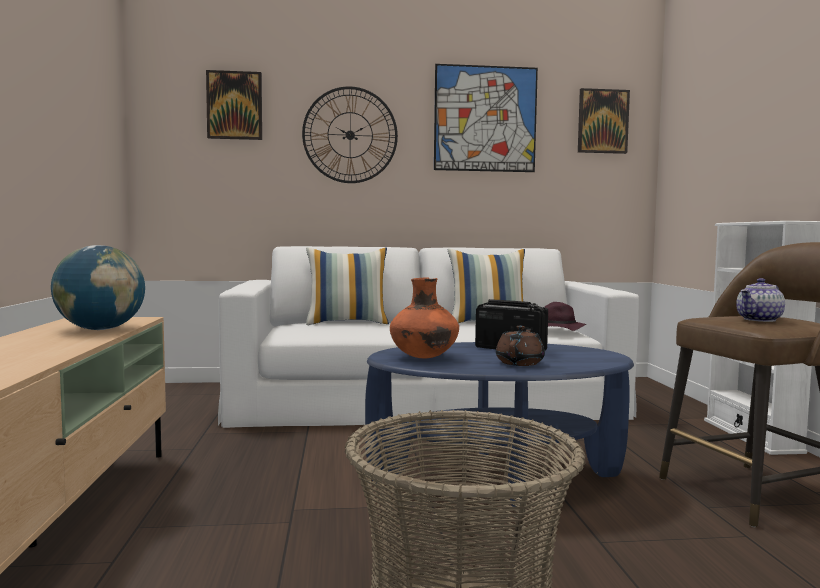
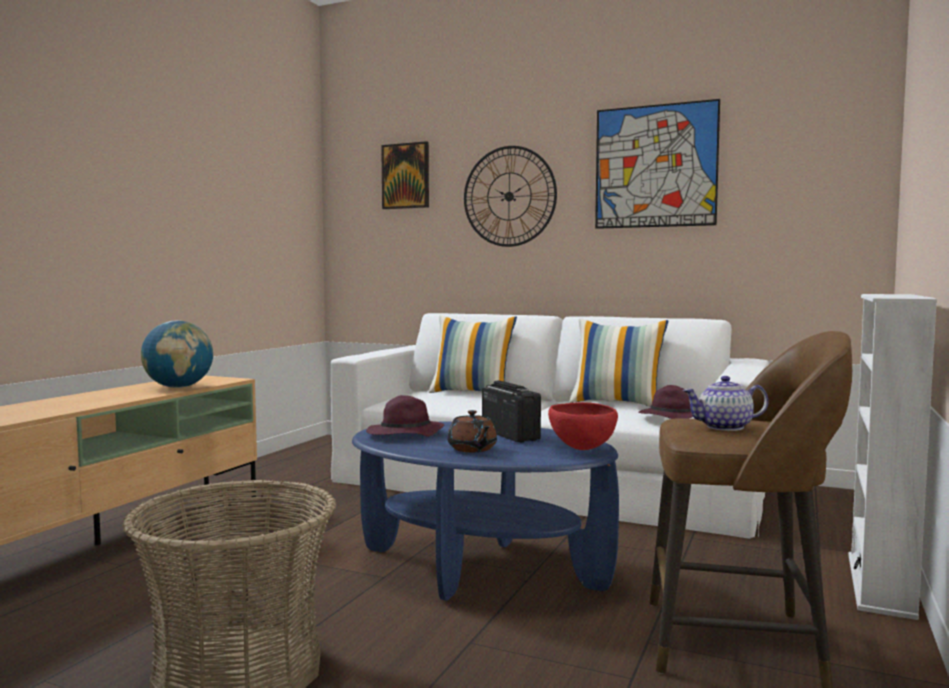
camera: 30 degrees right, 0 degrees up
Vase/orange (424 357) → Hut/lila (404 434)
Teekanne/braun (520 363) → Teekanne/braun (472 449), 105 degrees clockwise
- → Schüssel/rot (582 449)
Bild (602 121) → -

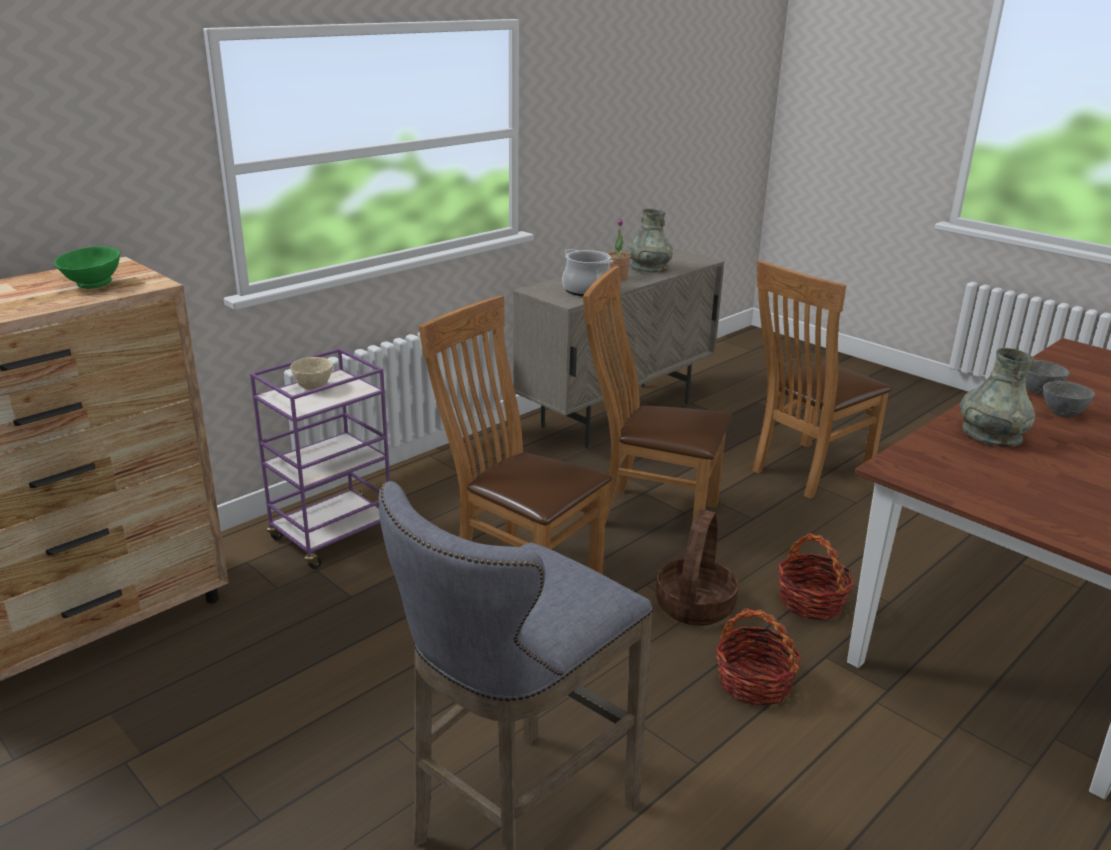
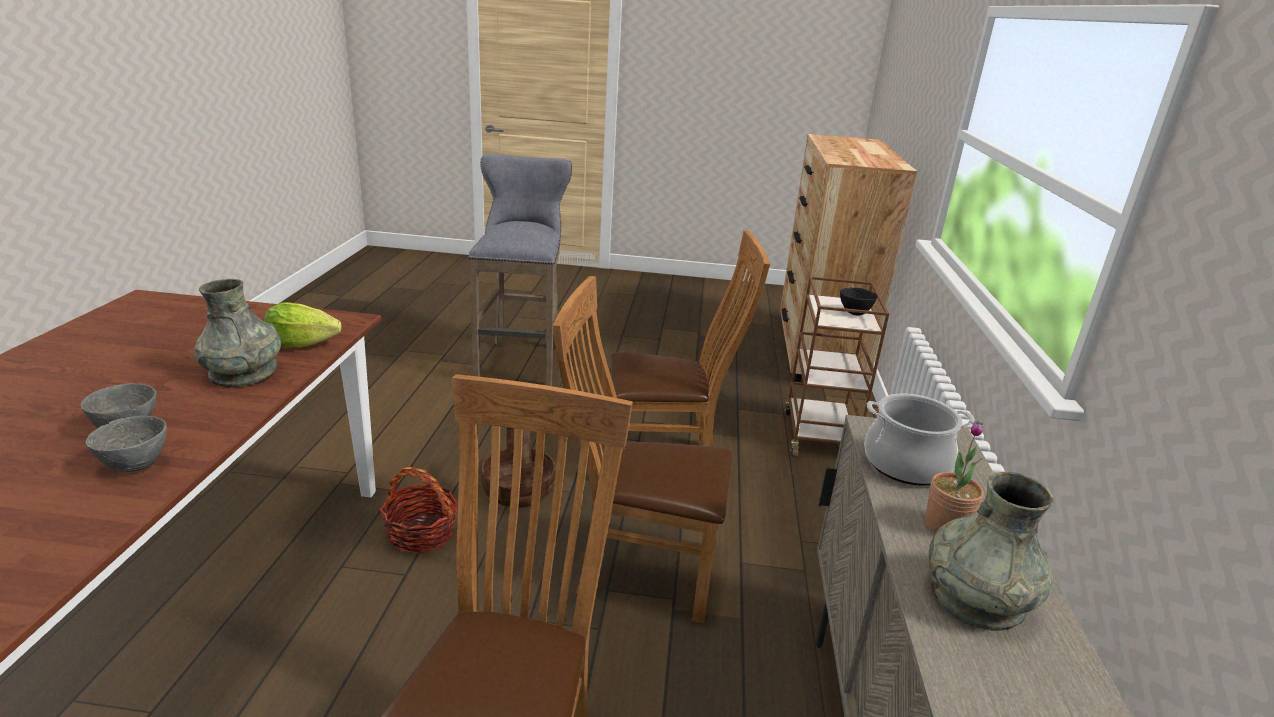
camera: 140 degrees right, 0 degrees up
- → Salatkopf (301 344)
Stuhl/braun (650 514) → Stuhl/braun (638 569), 150 degrees counterclockwise
Rollwagen/lila (334 537) → Rollwagen/braun (818 435)
Schüssel/beige (314 387) → Schüssel/schwarz (854 313)
Schüssel/grün (92 284) → -
Korb (754 683) → -

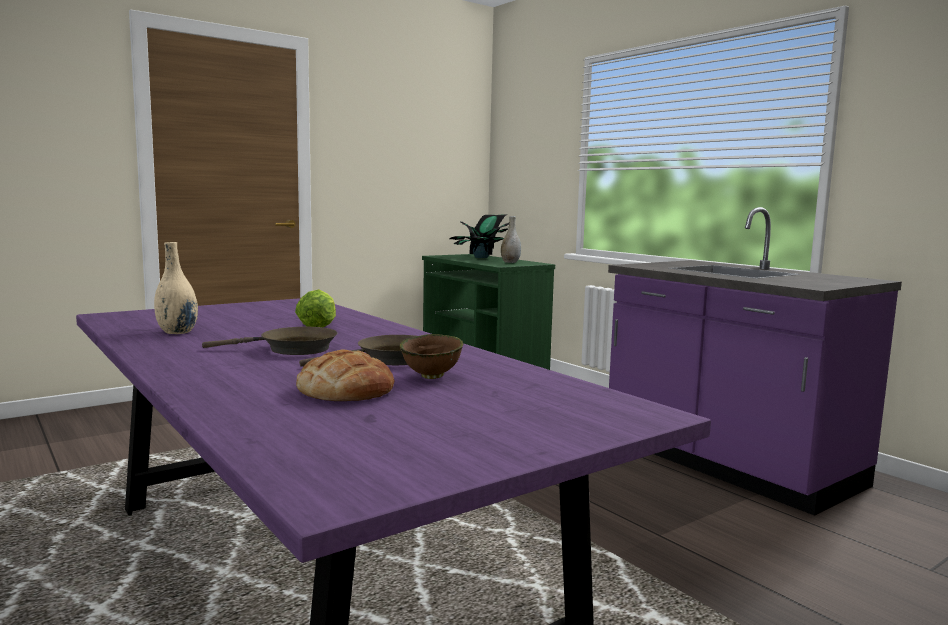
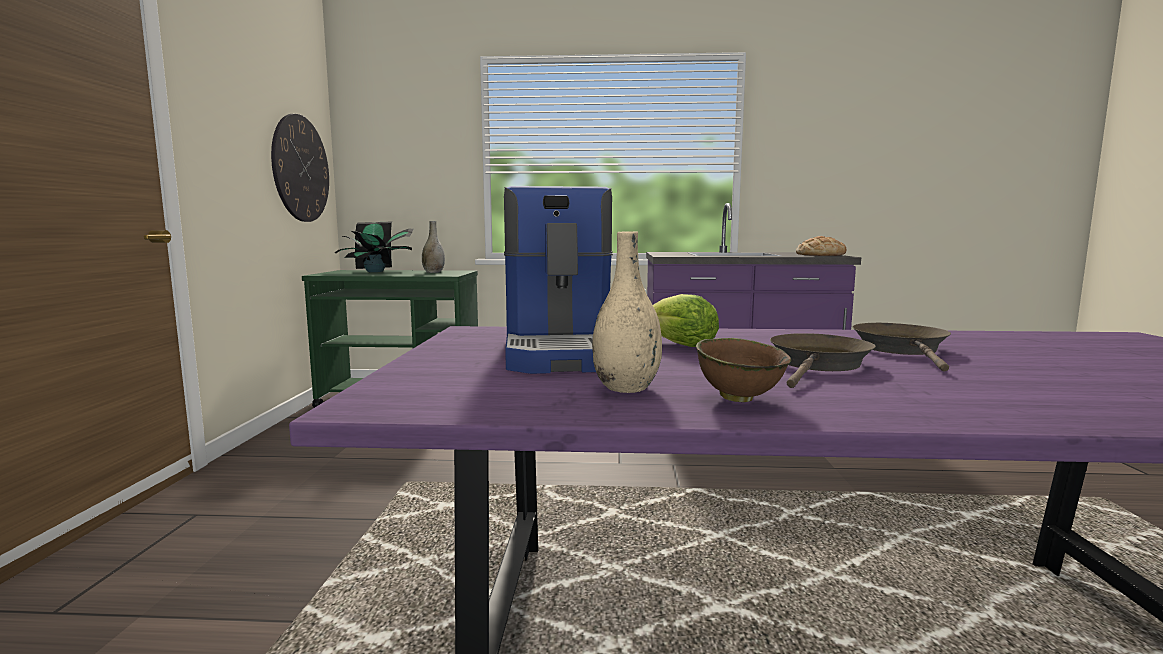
camera: 50 degrees left, 0 degrees up
- → Wanduhr (301 169)
- → Kaffeemaschine (561 351)
Schüssel/braun (432 377) → Schüssel/braun (740 398), moved
Brot (346 390) → Brot (820 255), moved

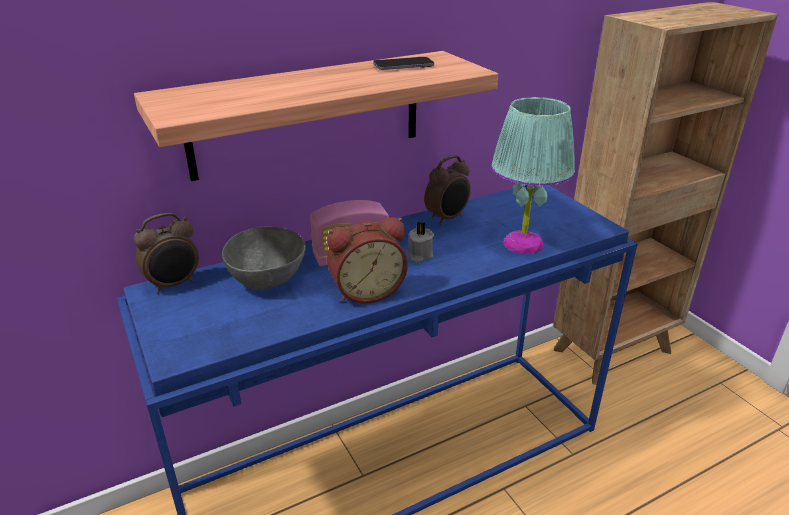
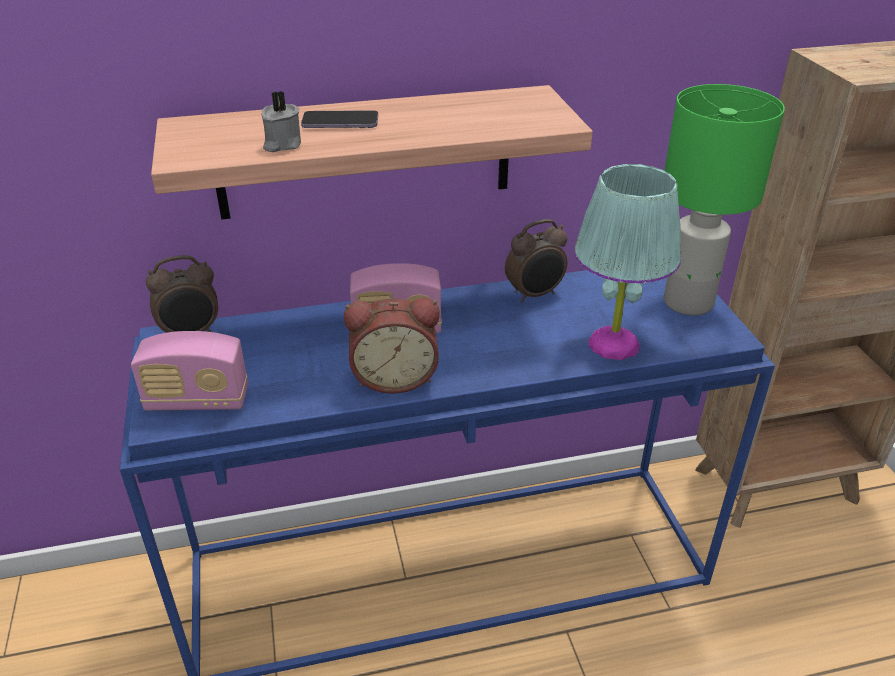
camera: 15 degrees right, 5 degrees up
- → Radio (197 401)
Kerze/grau (419 255) → Kerze/grau (281 144), moved
Handy (403 66) → Handy (340 122), moved
- → Tischlampe/grün (688 302)
Schüssel/grau (268 278) → -

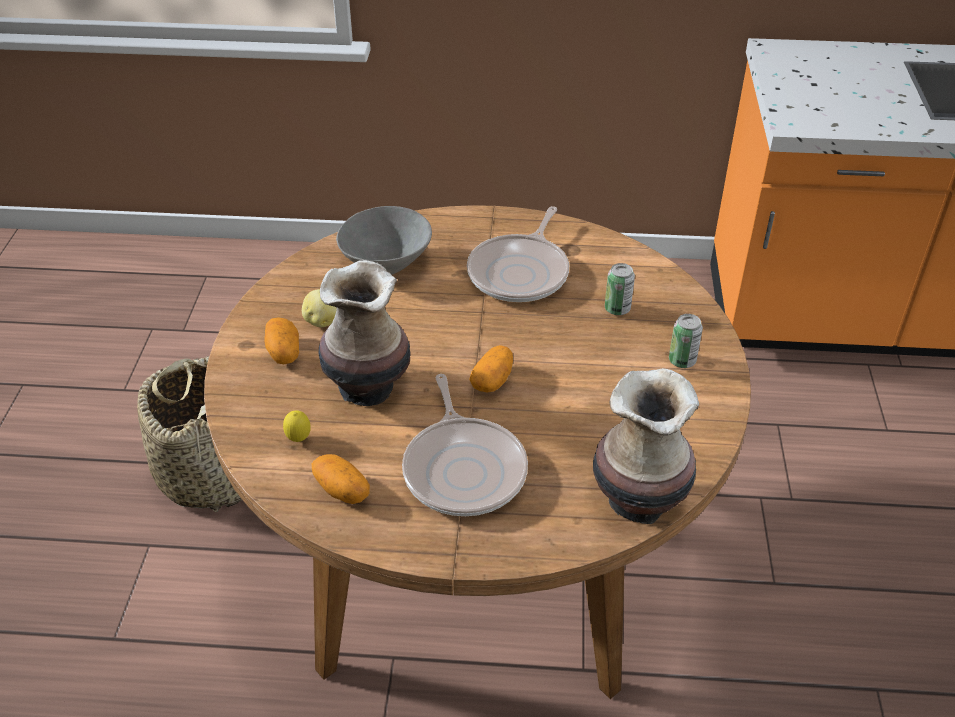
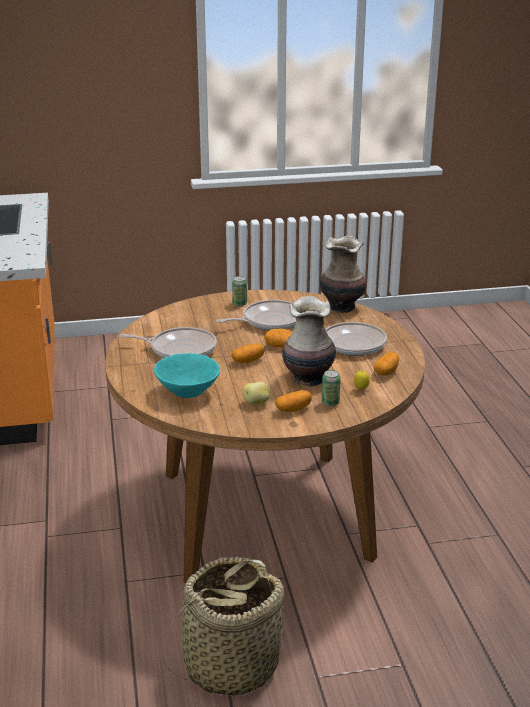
camera: 105 degrees left, 15 degrees down
Schüssel/grau (385 264) → Schüssel/türkis (188 392)
- → Pfanne (270 321)
- → Kartoffel (248 361)
Dose (617 309) → Dose (330 403), moved

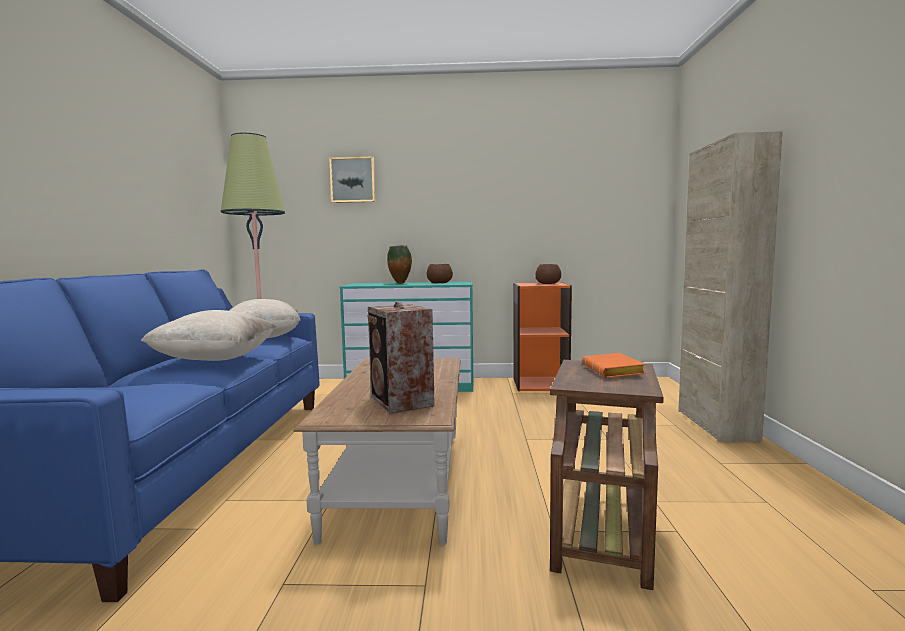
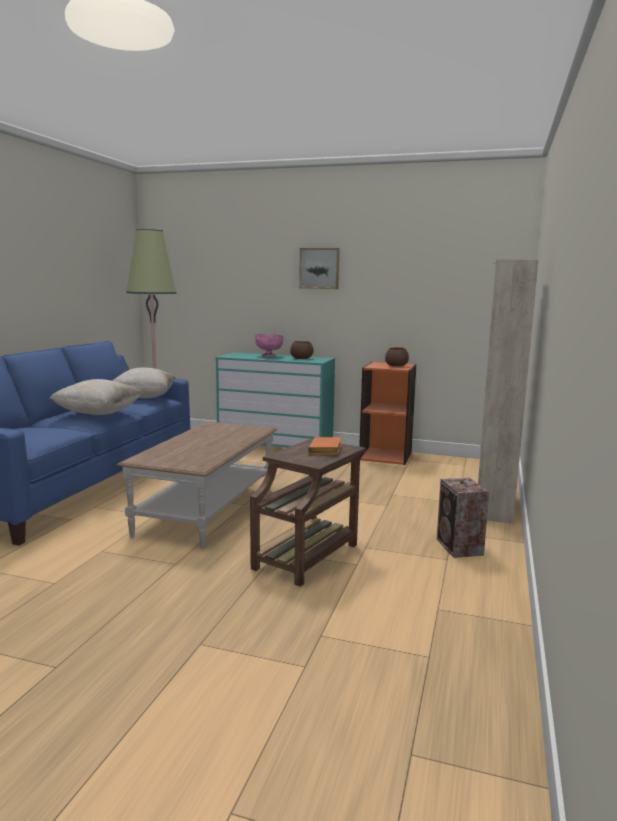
camera: 15 degrees right, 5 degrees up
Vase (400 283) → Schüssel/rosa (269 356)
Bild (353 180) → Bild (319 268), moved
Lautsprecher (401 402) → Lautsprecher (459 548), moved

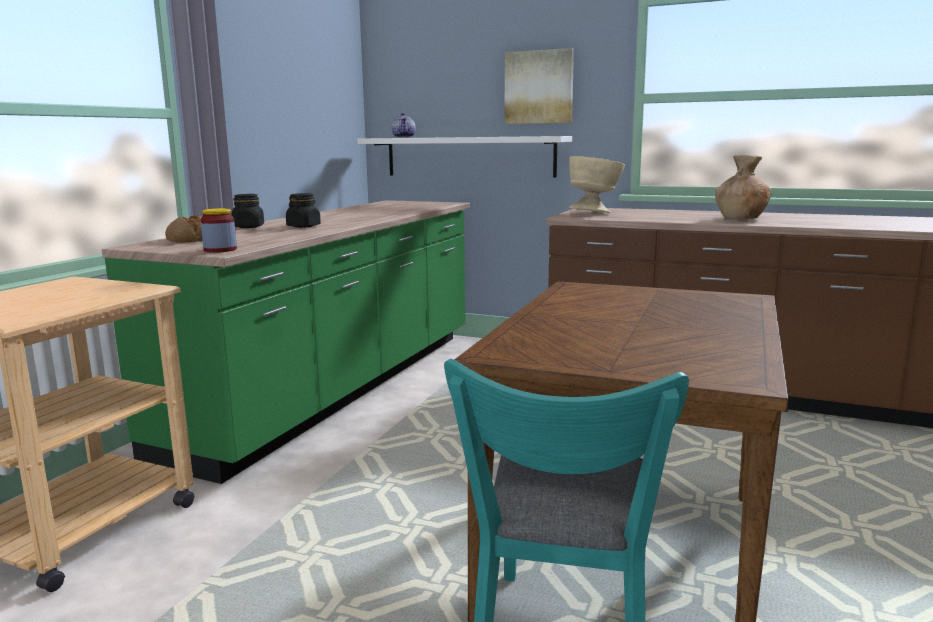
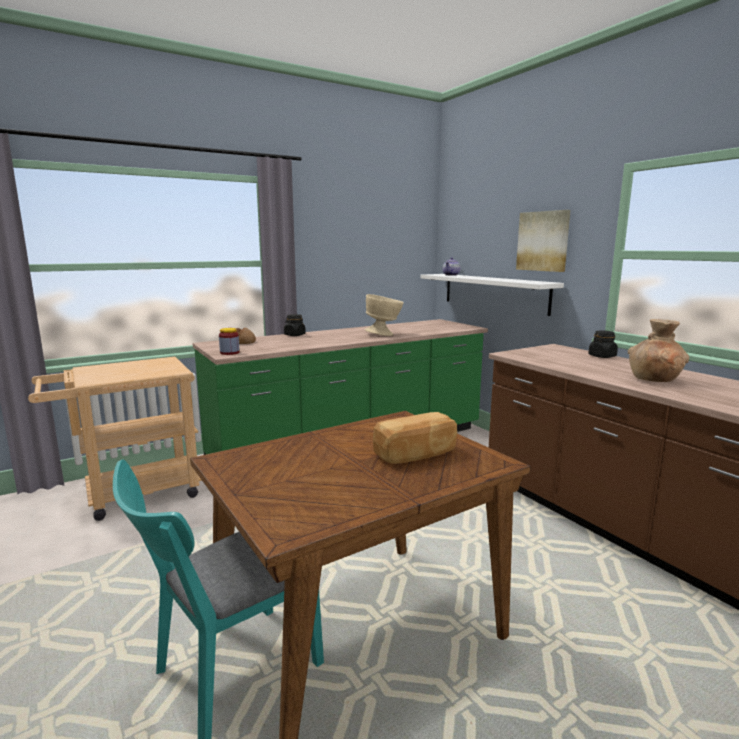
camera: 35 degrees right, 0 degrees up
Schüssel/beige (595 213) → Schüssel/beige (384 334), moved
- → Brot (416 454)
Vorratsglas/schwarz (303 226) → Vorratsglas/schwarz (602 356), moved

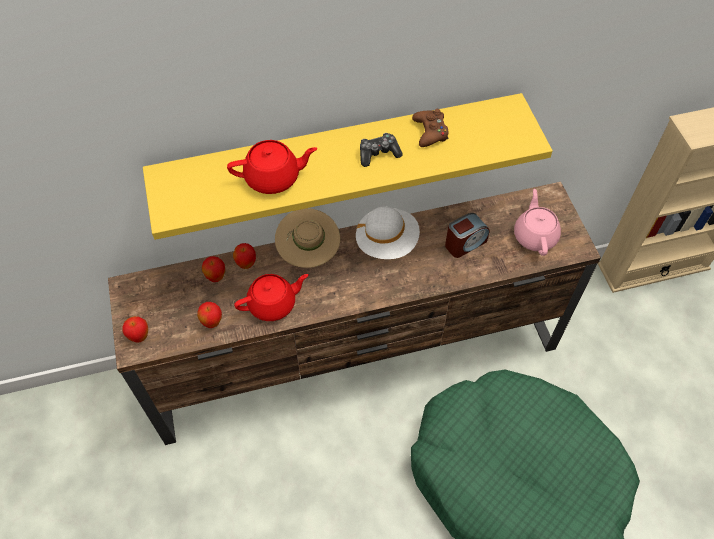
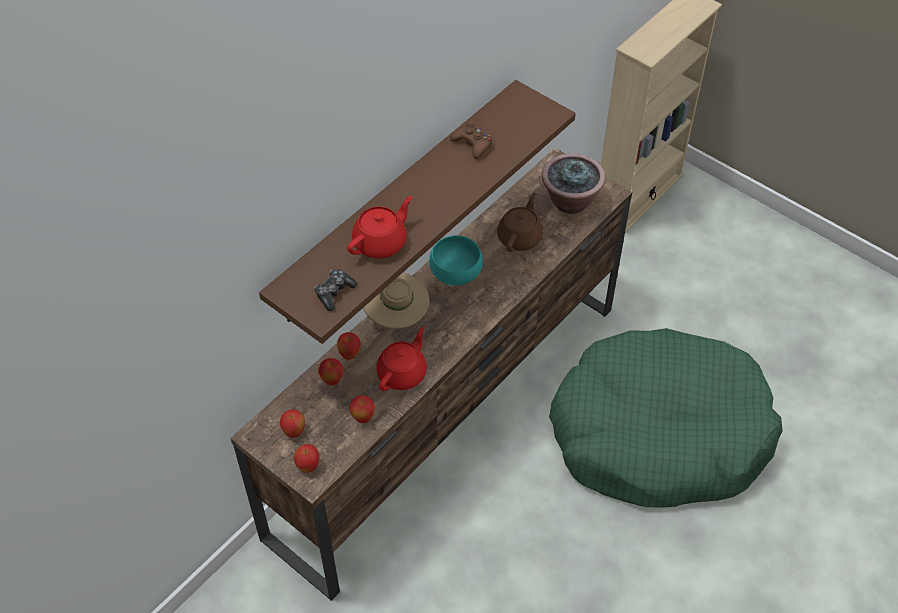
camera: 35 degrees left, 5 degrees down
Wandregal/gelb (339 152) → Wandregal/braun (398 201)
- → Apfel (294 432)
Gamepad (378 154) → Gamepad (334 293), moved
Hut/weiß (387 242) → Schüssel/türkis (455 270)
Wecker (465 243) → Teekanne/braun (520 237)
Teekanne/rosa (535 236) → Topfpflanze (570 201)

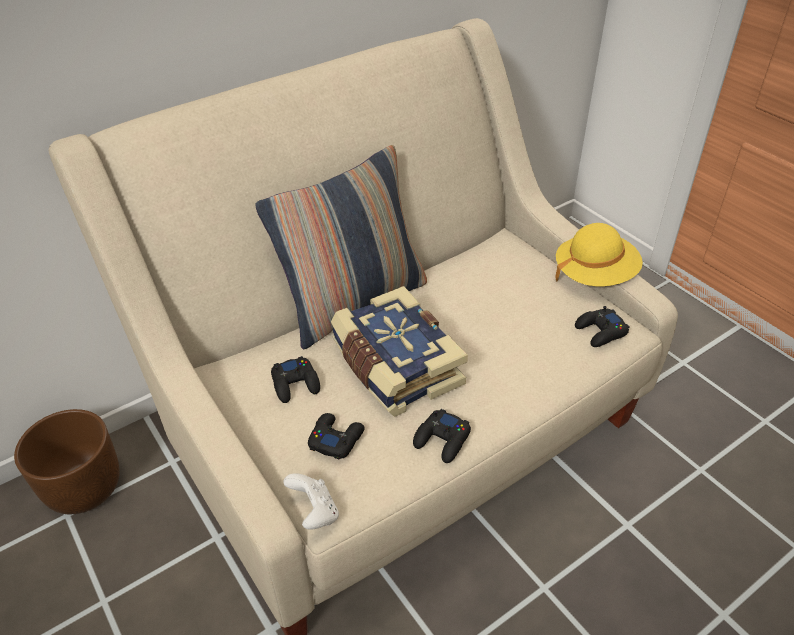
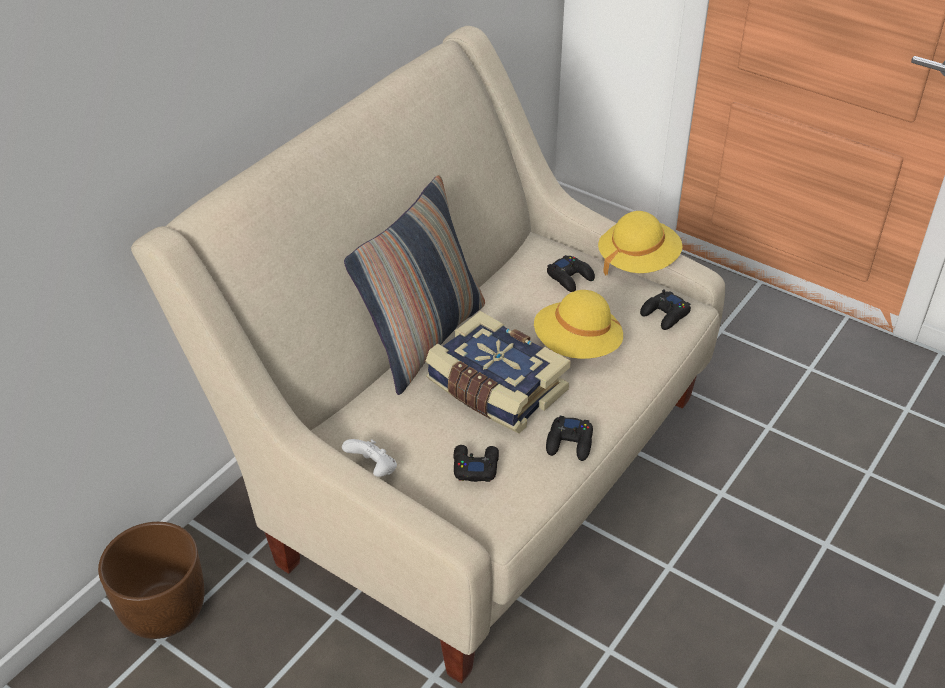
camera: 20 degrees left, 0 degrees up
Gamepad/weiß (315 512) → Gamepad/weiß (373 469), moved
- → Hut/gelb (577 346)
Gamepad/schwarz (296 384) → Gamepad/schwarz (570 277), moved

